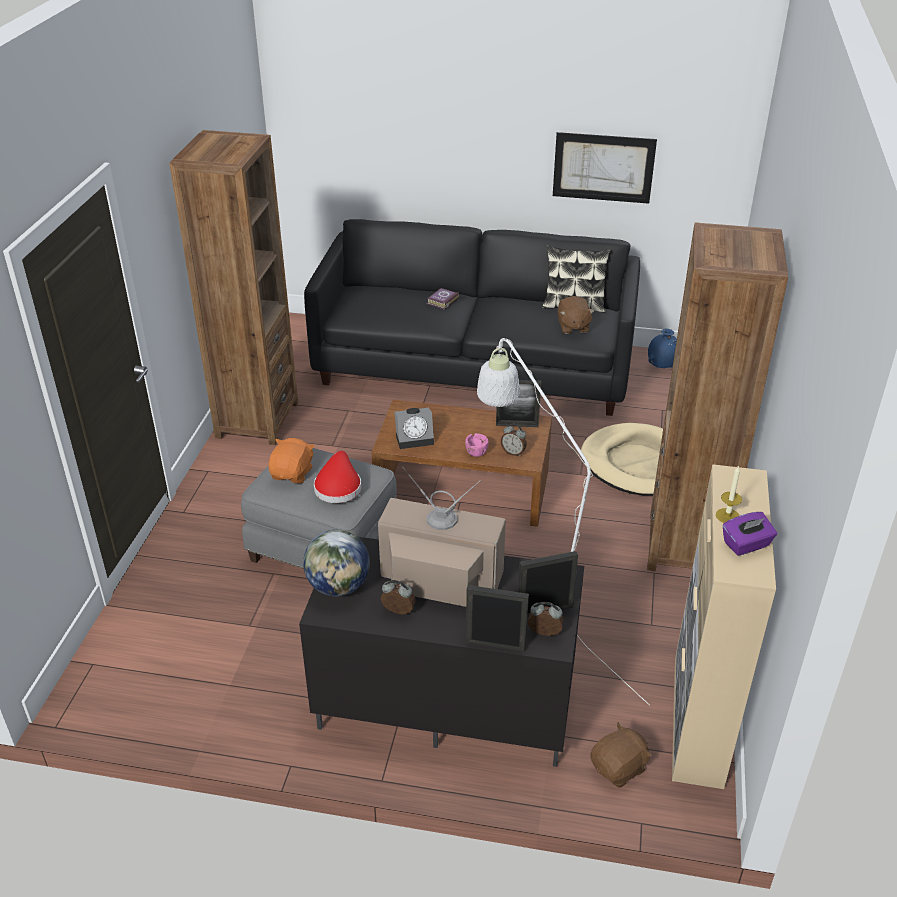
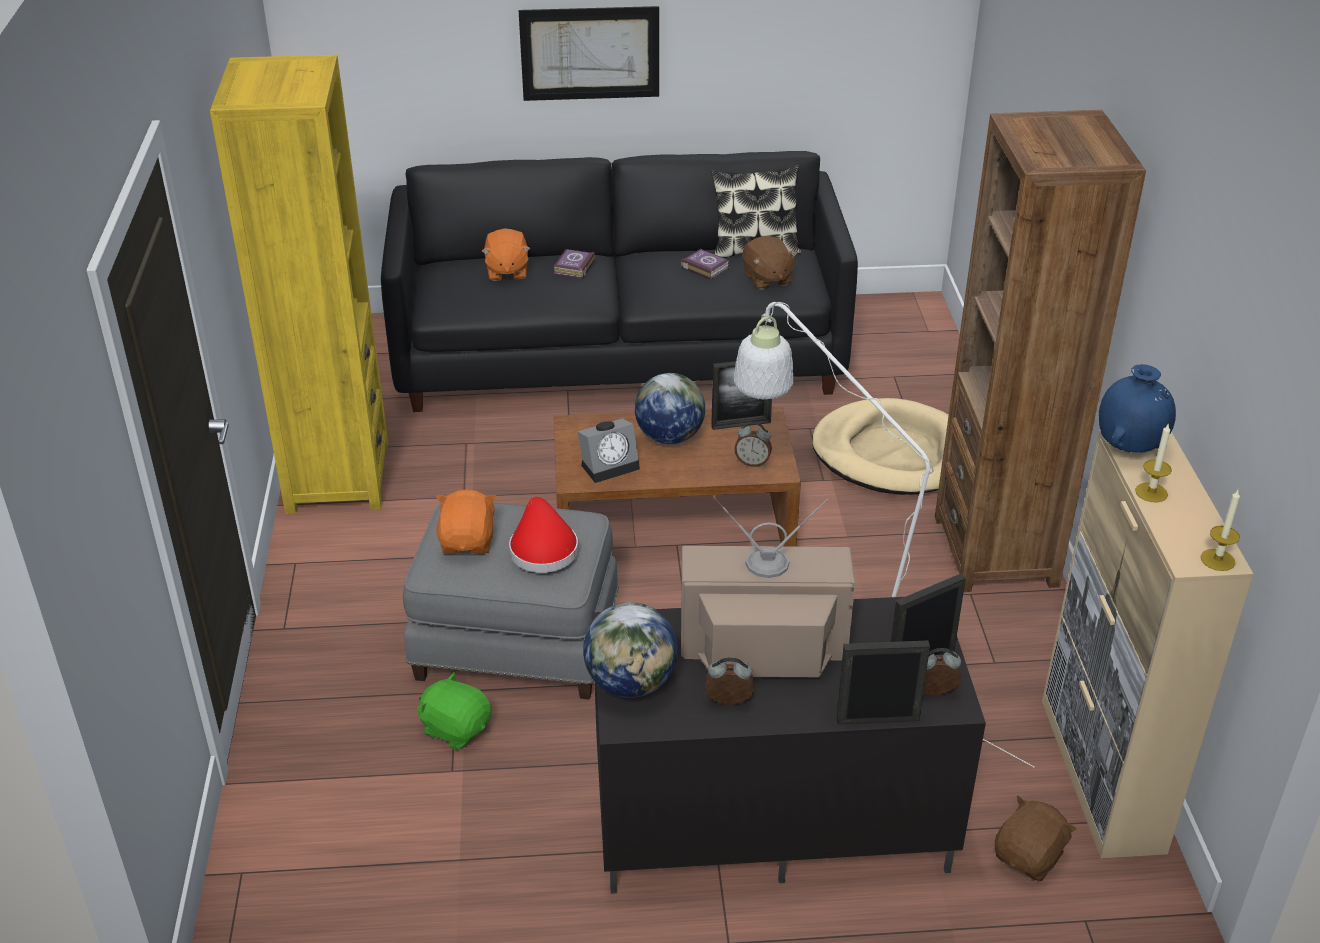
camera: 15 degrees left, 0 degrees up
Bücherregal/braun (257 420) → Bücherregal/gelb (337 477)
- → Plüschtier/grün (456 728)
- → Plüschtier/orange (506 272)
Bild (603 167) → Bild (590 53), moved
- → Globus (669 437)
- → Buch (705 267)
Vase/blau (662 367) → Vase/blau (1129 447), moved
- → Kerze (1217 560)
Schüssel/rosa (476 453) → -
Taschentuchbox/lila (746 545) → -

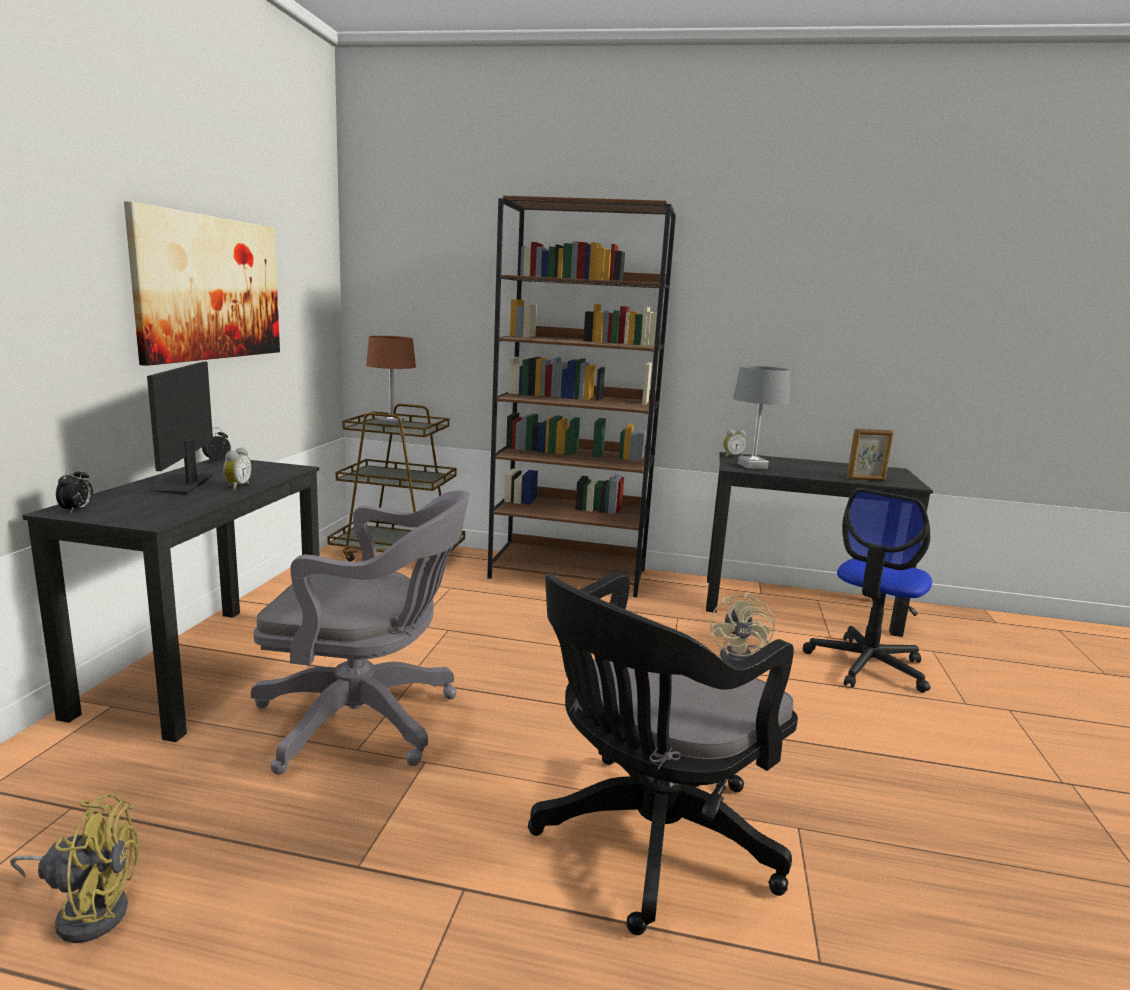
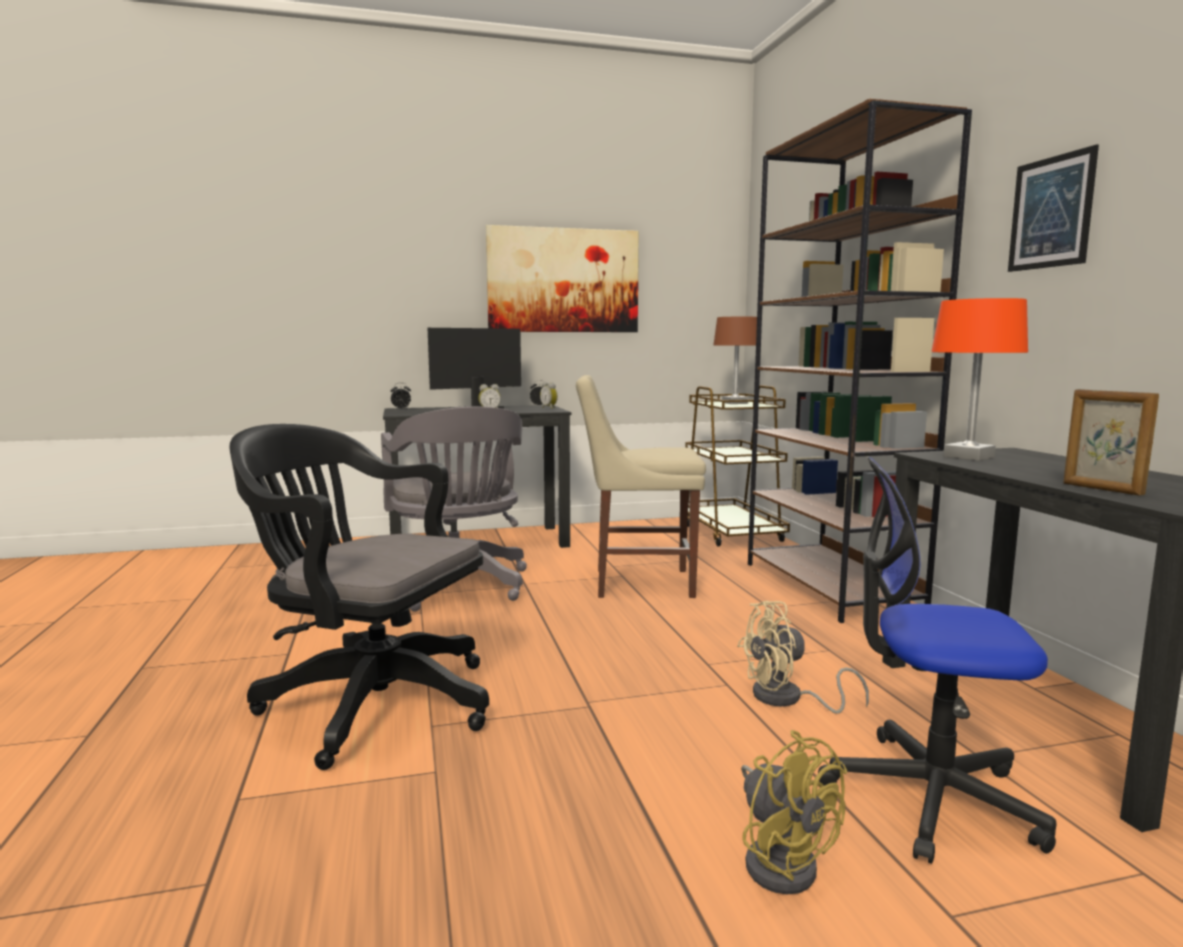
camera: 65 degrees right, 5 degrees down
Wecker (732 456) → Wecker (550 408), moved
- → Stuhl/beige (637 583)
Ventilator/gelb (88 910) → Ventilator/gelb (781 859), moved
Tischlampe/grau (752 466) → Tischlampe/orange (969 457)
- → Bild (1051 212)

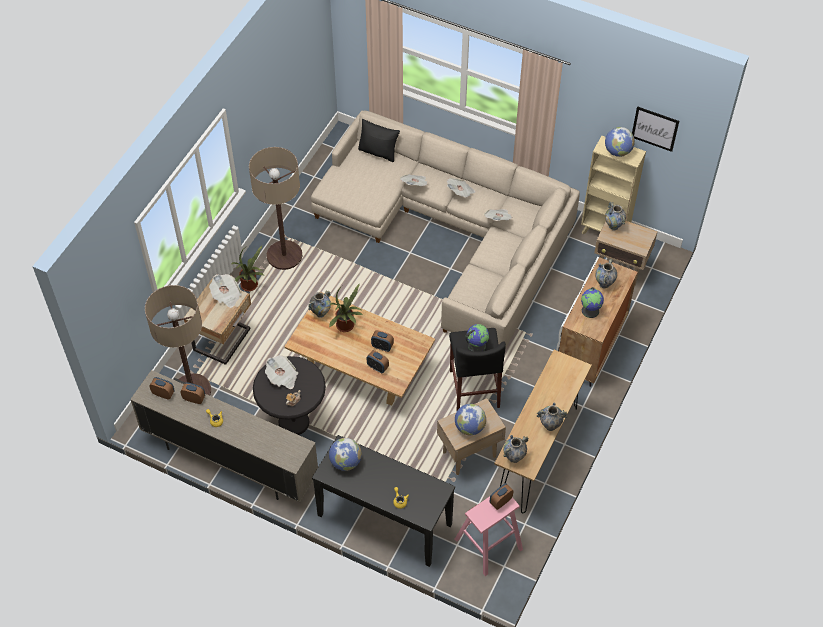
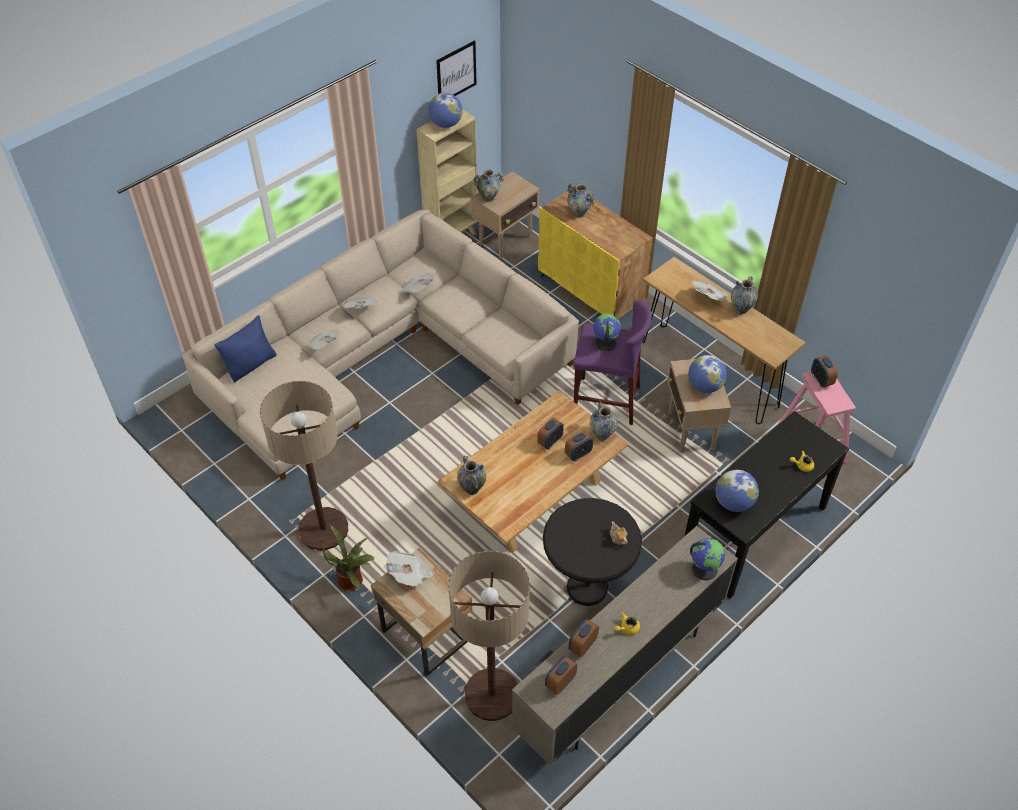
camera: 70 degrees left, 5 degrees down
Kissen/schwarz (378 152) → Kissen/blau (251 364)
Schrank/weiß (590 346) → Schrank/gelb (591 292)
Hocker/schwarz (474 388) → Hocker/lila (606 400)
Vase (514 457) → Vase (602 435), moved
Globus (590 310) → Globus (704 568), moved
Zeitung (282 377) → Zeitung (709 298), moved
Topfpflanze (346 326) → -

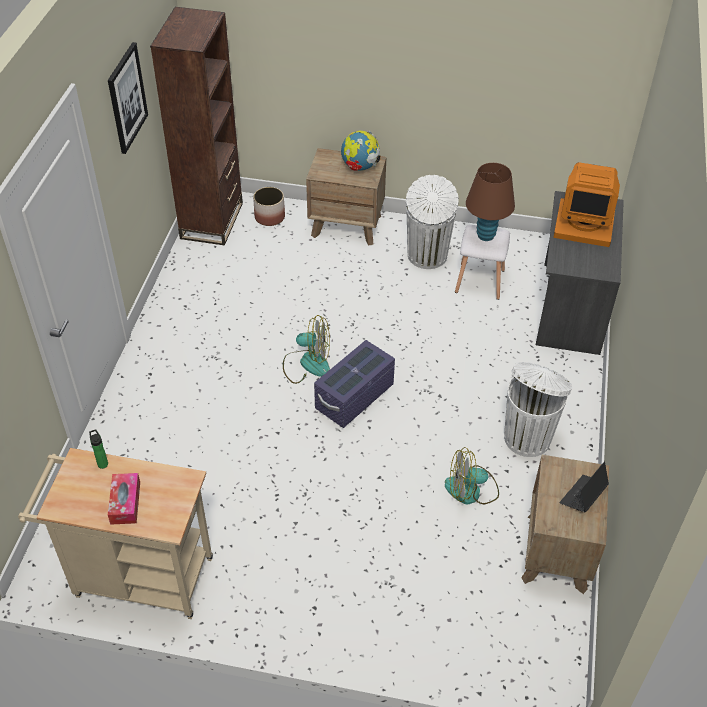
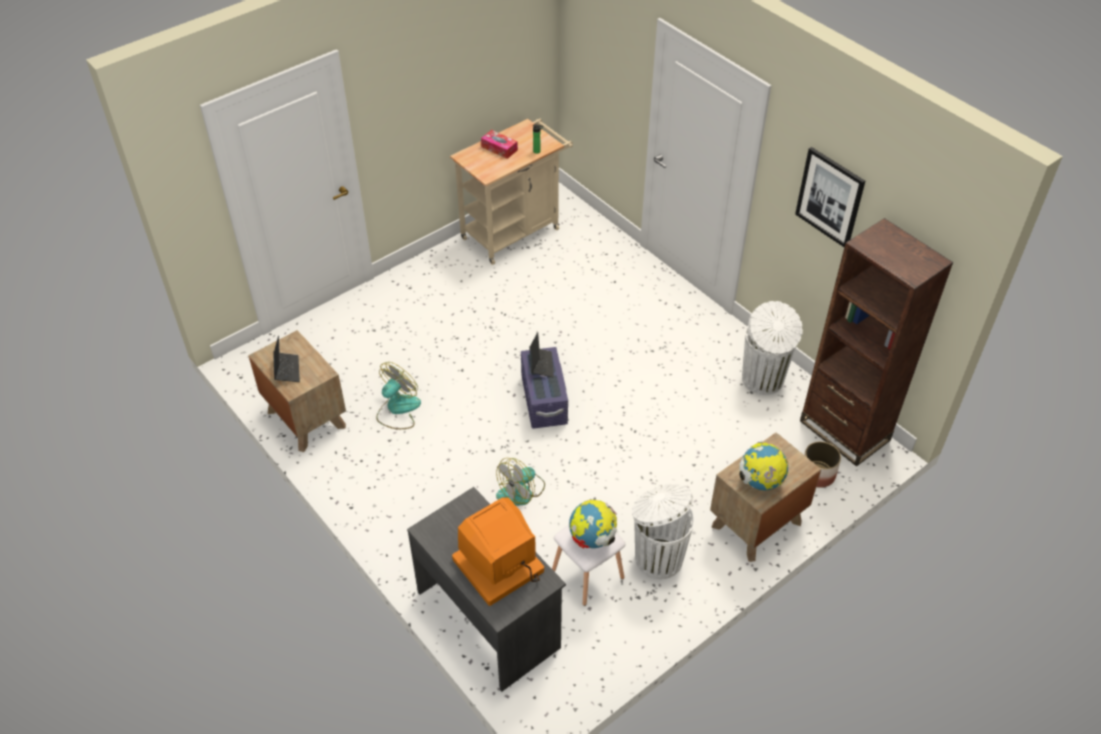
camera: 130 degrees right, 0 degrees up
Ventilator (307 364) → Ventilator (521 491), moved
- → Laptop (541 364)
Tischlampe/braun (486 235) → Globus (592 538)
Mülleimer/weiß (528 437) → Mülleimer/weiß (763 380), moved

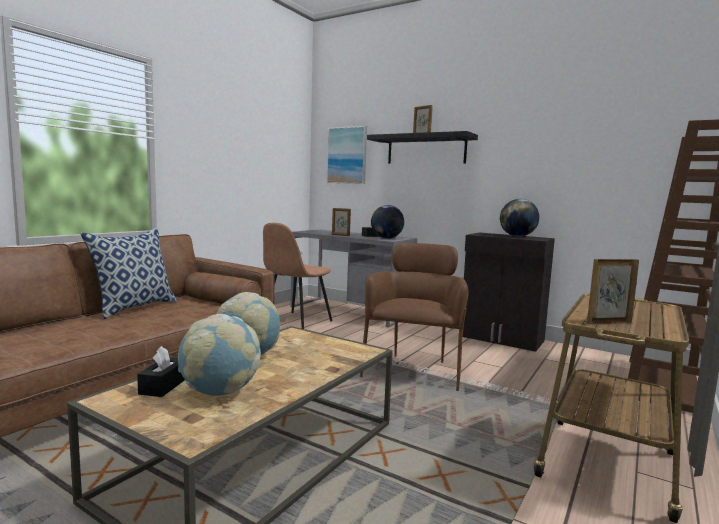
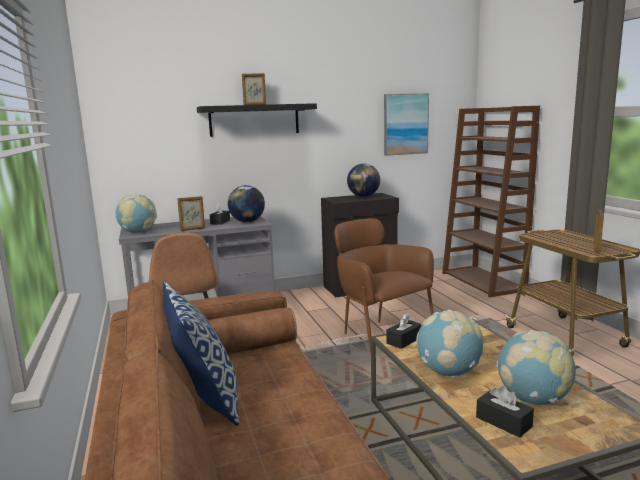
camera: 50 degrees left, 5 degrees up
- → Globus (138 232)
Bild (347 155) → Bild (405 124), moved
- → Taschentuchbox/schwarz (404 340)

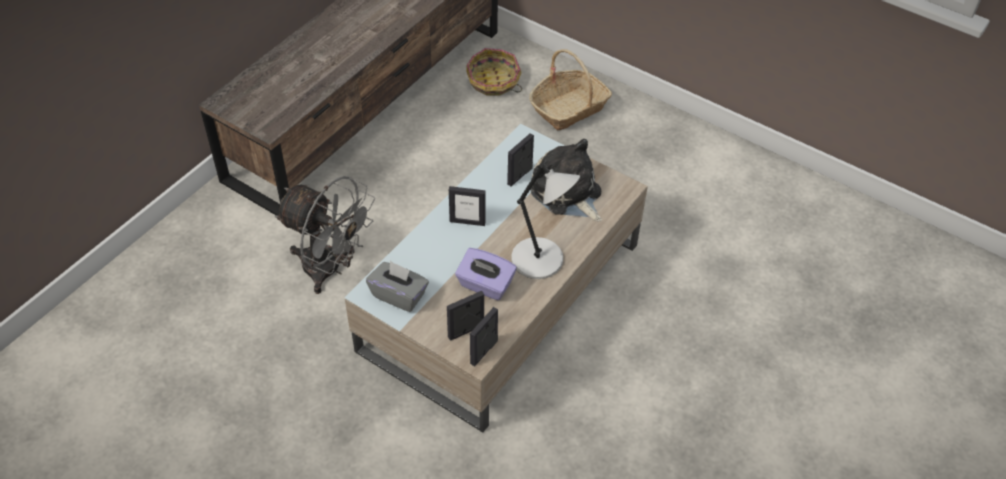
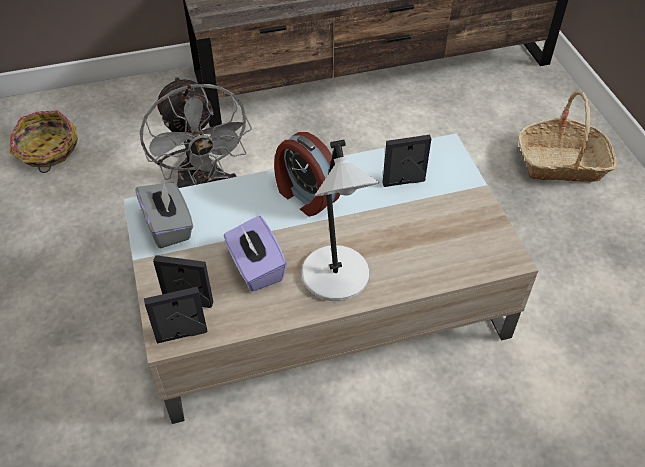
camera: 40 degrees right, 0 degrees up
Korb (493 82) → Korb (47 151), moved
Bilderrahmen (467 222) → Wecker (305 196)
Plüschtier (567 194) → -

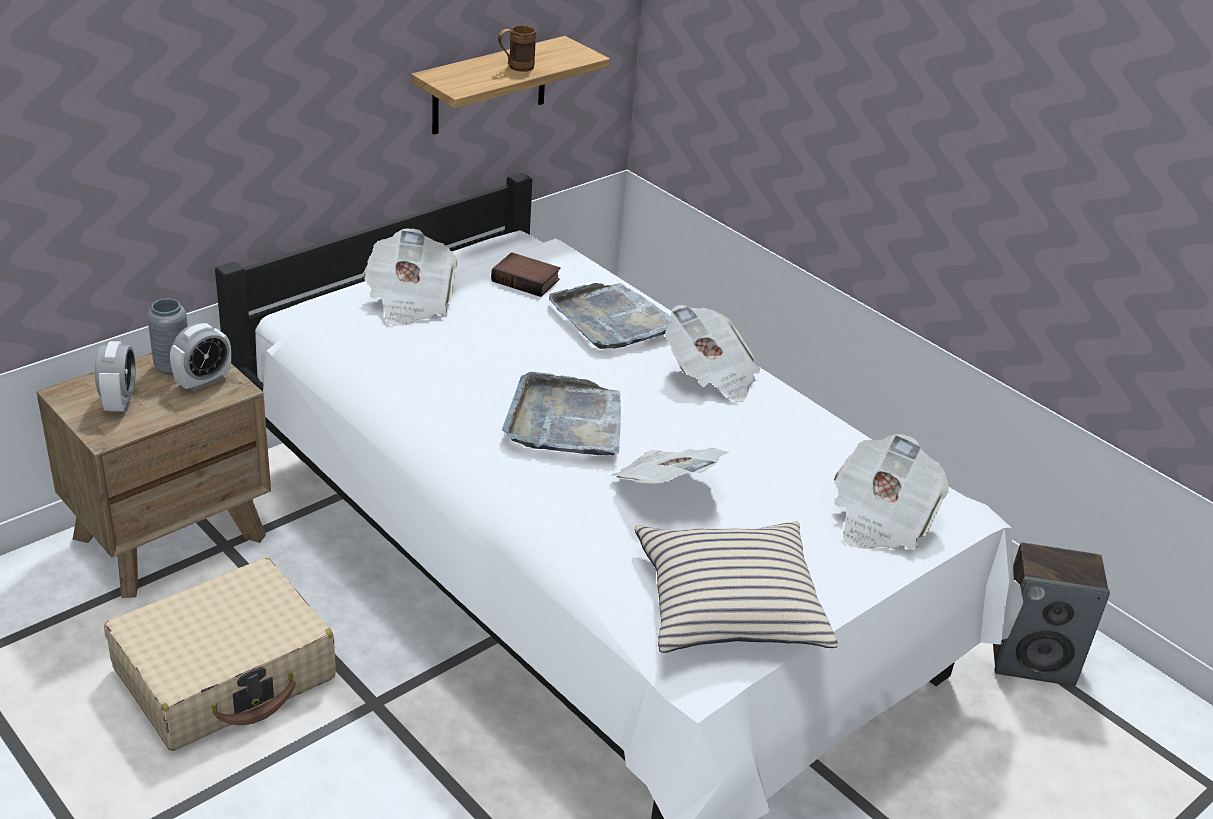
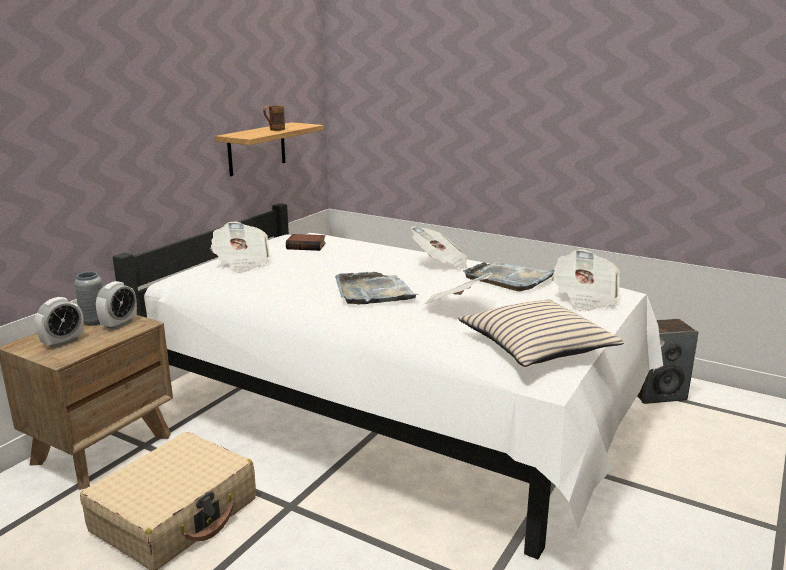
camera: 15 degrees left, 15 degrees down
Wecker (120 401) → Wecker (63 342), 60 degrees clockwise
Tablett/grau (613 320) → Tablett/grau (509 278), moved

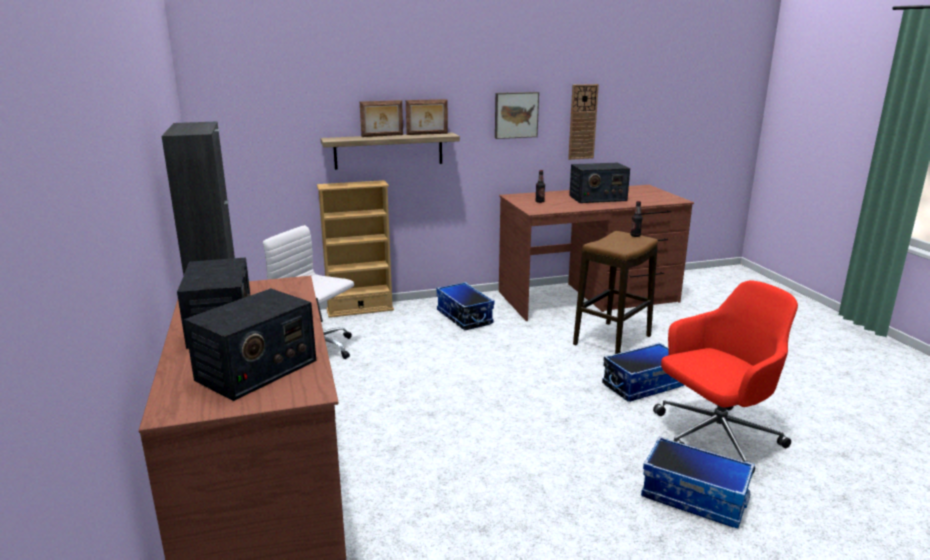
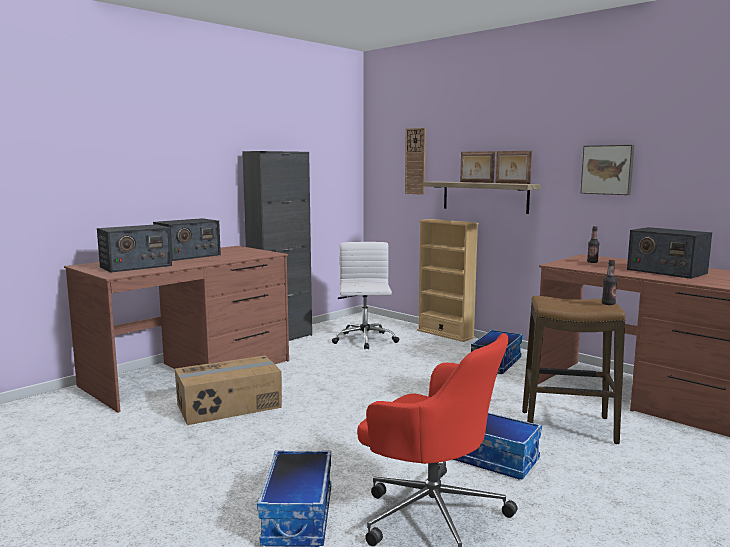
camera: 60 degrees right, 10 degrees down
Radio (256 370) → Radio (135 266), 45 degrees counterclockwise
- → Karton (229 406)
Wanduhr (582 122) → Wanduhr (415 161), moved

